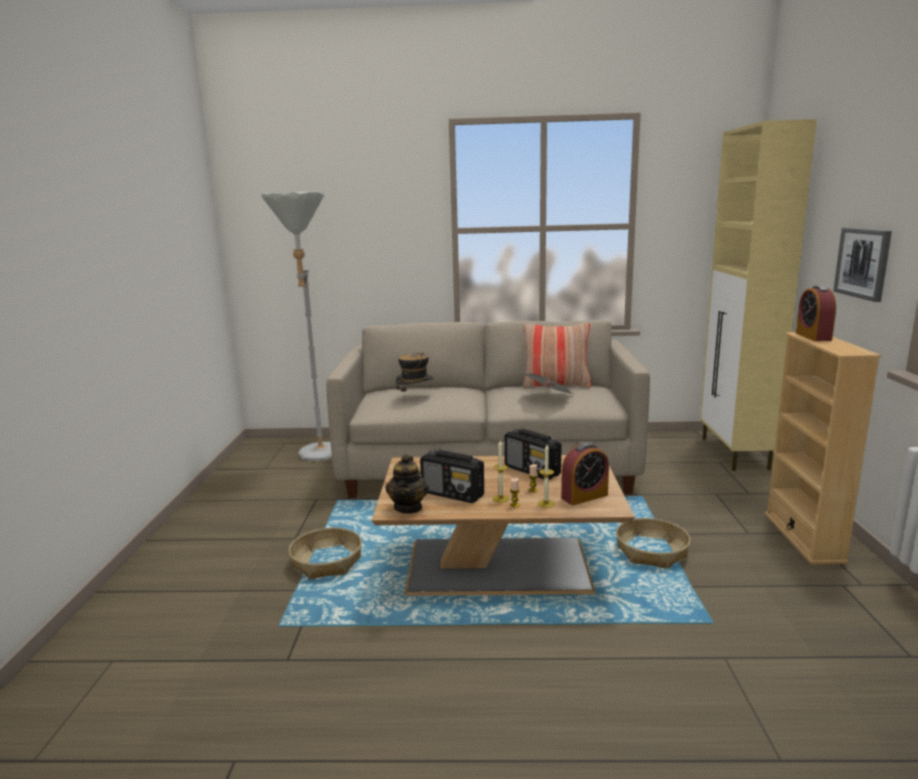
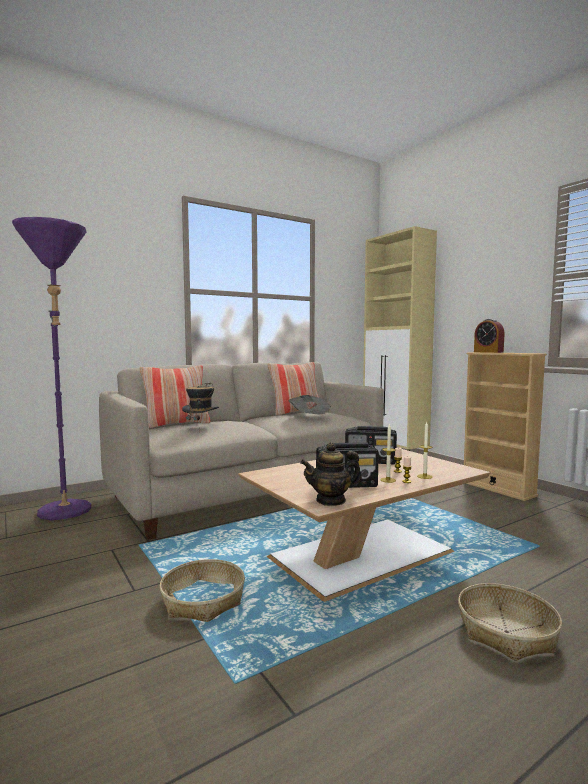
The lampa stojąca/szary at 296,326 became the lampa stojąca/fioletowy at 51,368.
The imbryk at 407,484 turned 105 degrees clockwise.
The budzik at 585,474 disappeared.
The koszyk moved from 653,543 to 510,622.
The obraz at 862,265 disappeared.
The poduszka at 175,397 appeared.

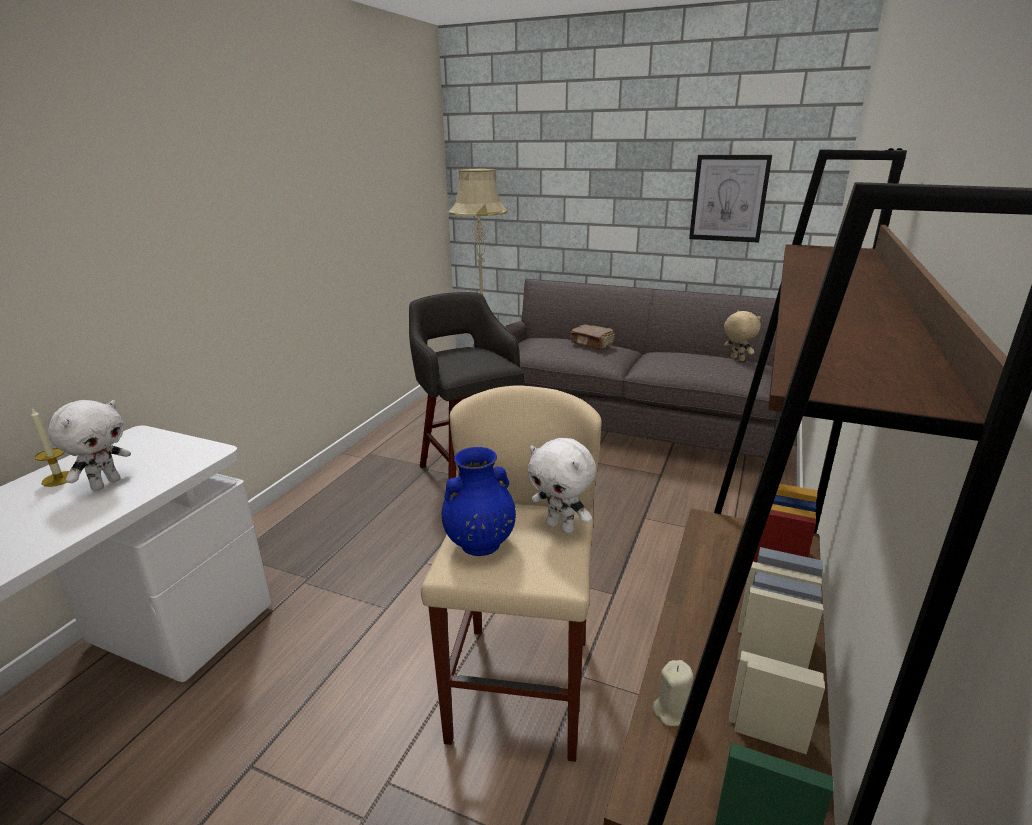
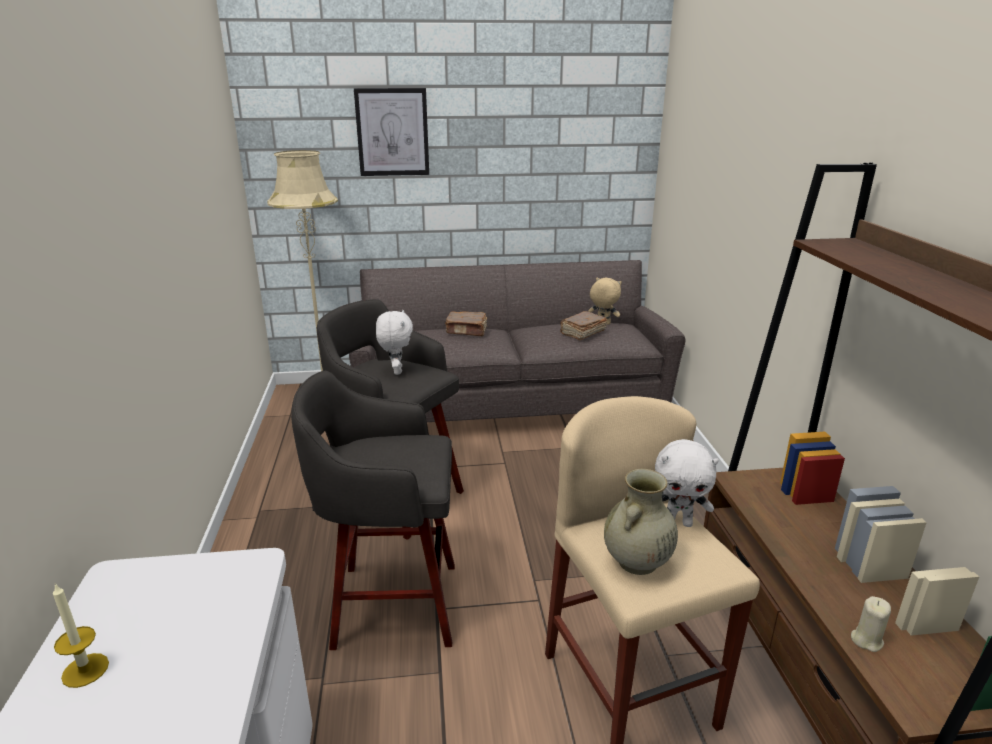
The pluszak/biały moved from 89,445 to 394,342.
The wazon/niebieski at 479,501 became the wazon/beżowy at 641,522.
The obraz moved from 730,199 to 391,132.
The stołek/szary at 373,510 appeared.
The książka/brązowy at 583,326 appeared.

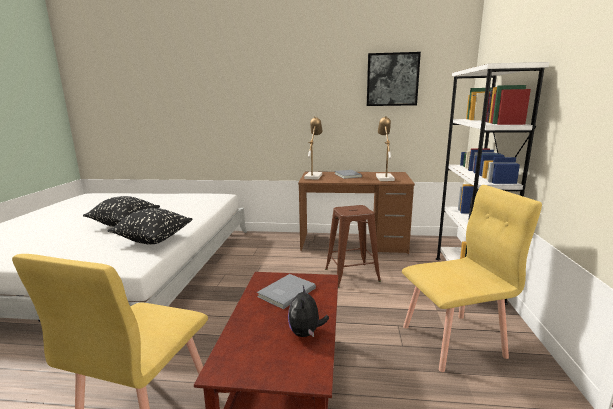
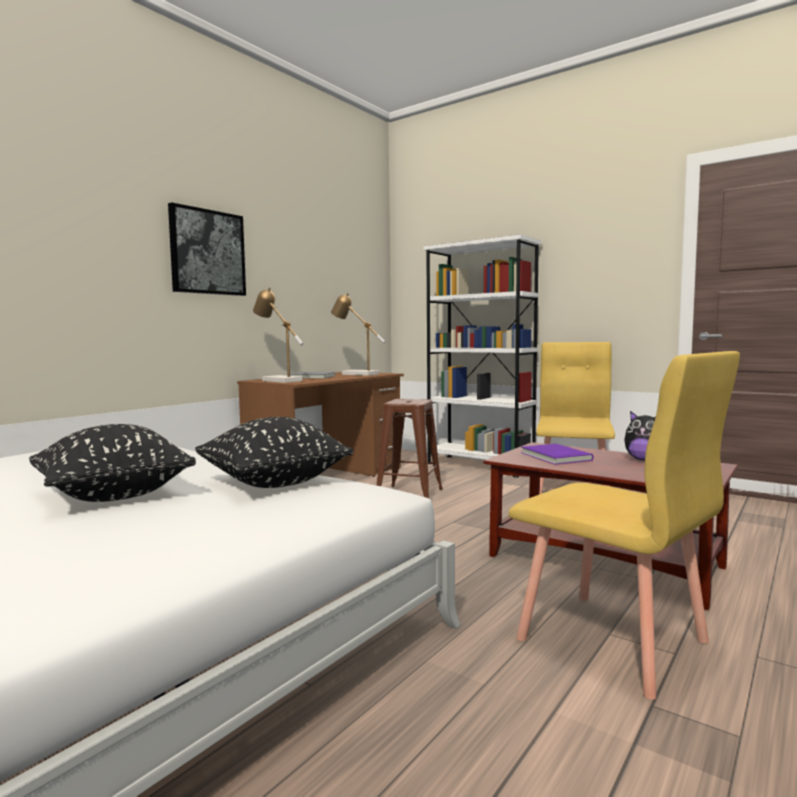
The książka/szary at 286,291 became the książka/fioletowy at 557,454.
The obraz moved from 394,79 to 207,249.

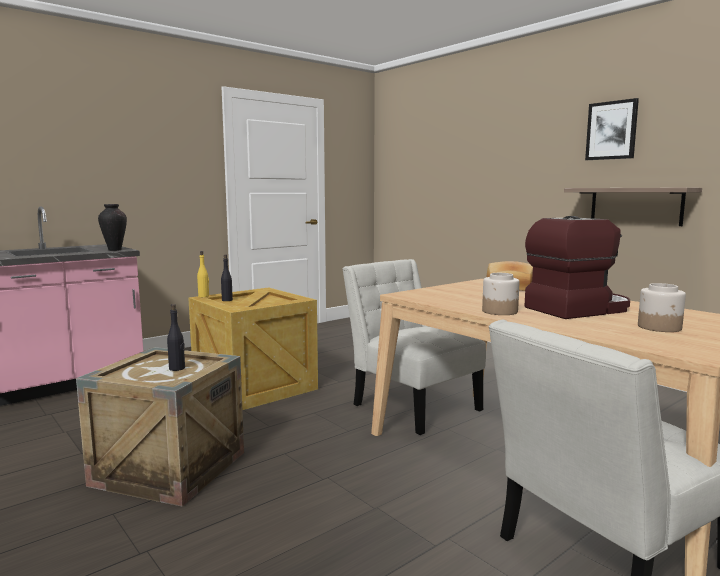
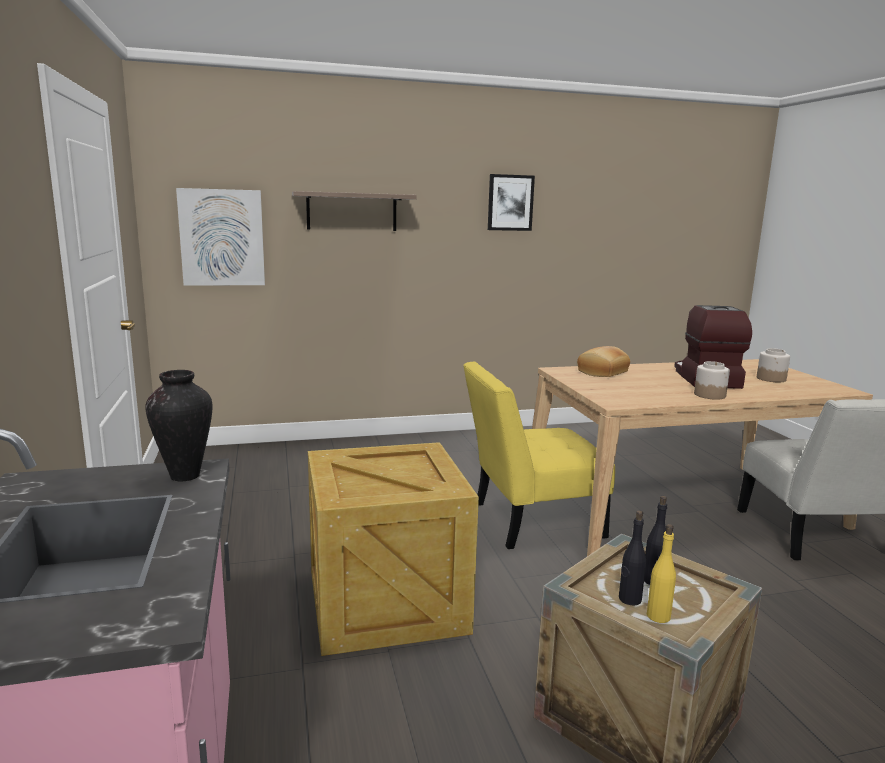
The butelka/żółty moved from 203,274 to 661,573.
The butelka/czarny moved from 227,277 to 632,558.
The krzesło/biały at 414,347 became the krzesło/żółty at 539,455.
The półka moved from 633,206 to 354,211.
The obraz at 220,237 appeared.

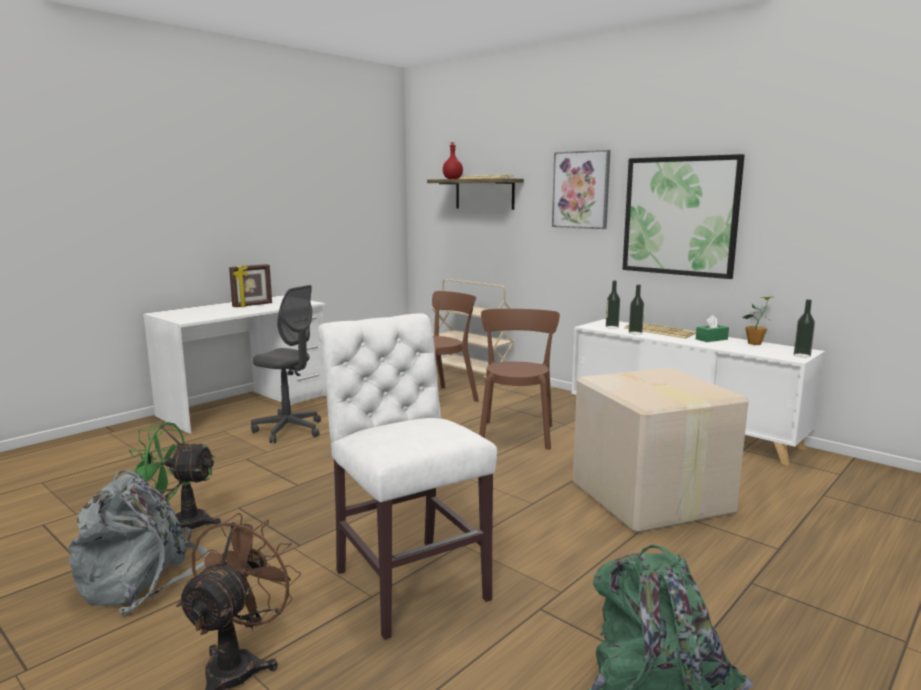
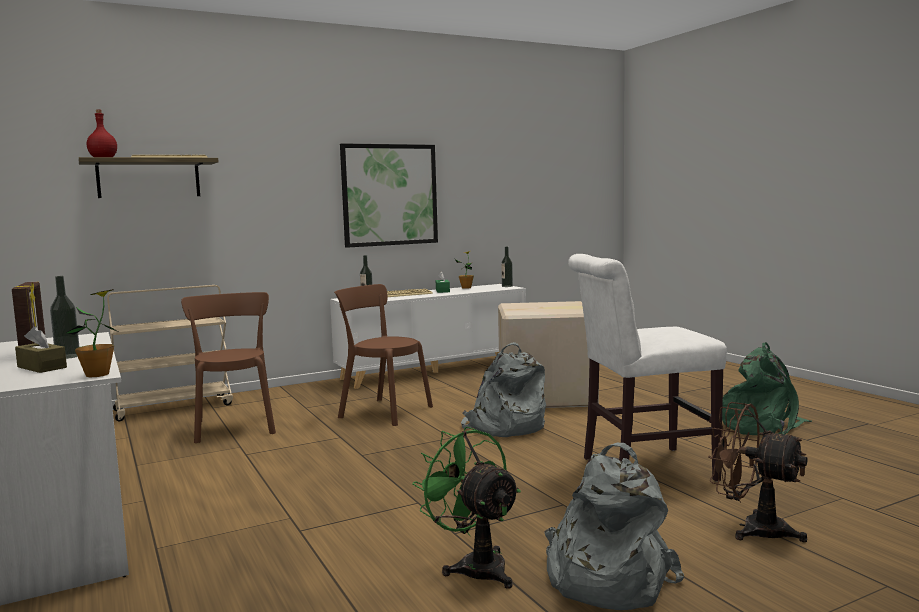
The wentylator/zielony at 175,475 turned 120 degrees clockwise.
The krzesło biurowe/szary at 286,364 disappeared.
The obraz at 581,189 disappeared.
The butelka moved from 636,309 to 64,317.
The pudełko chusteczek/brązowy at 41,349 appeared.
The roślina doniczkowa at 92,333 appeared.
The plecak/szary at 503,389 appeared.

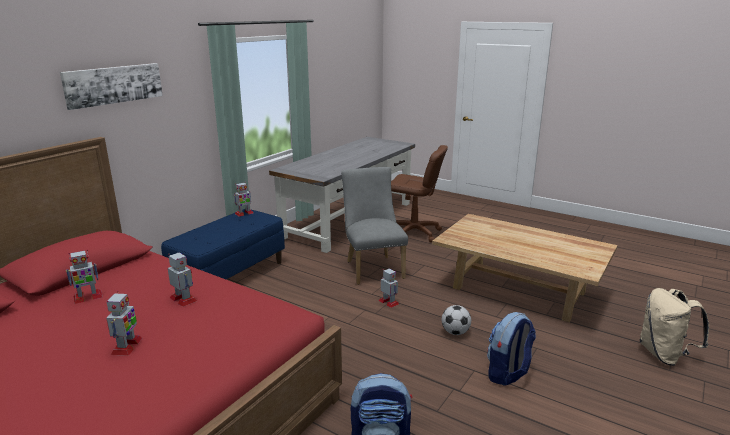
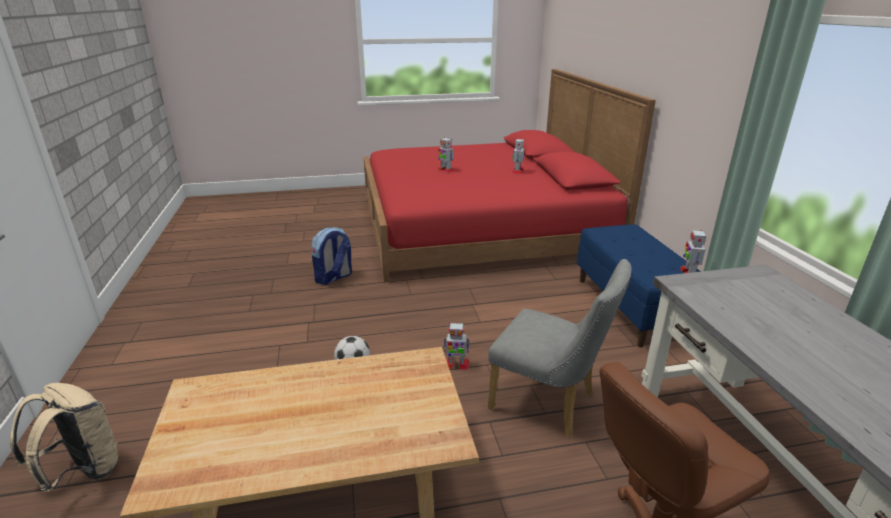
The obraz at 111,86 disappeared.
The robot zabawkowy at 182,280 disappeared.
The plecak at 511,349 disappeared.

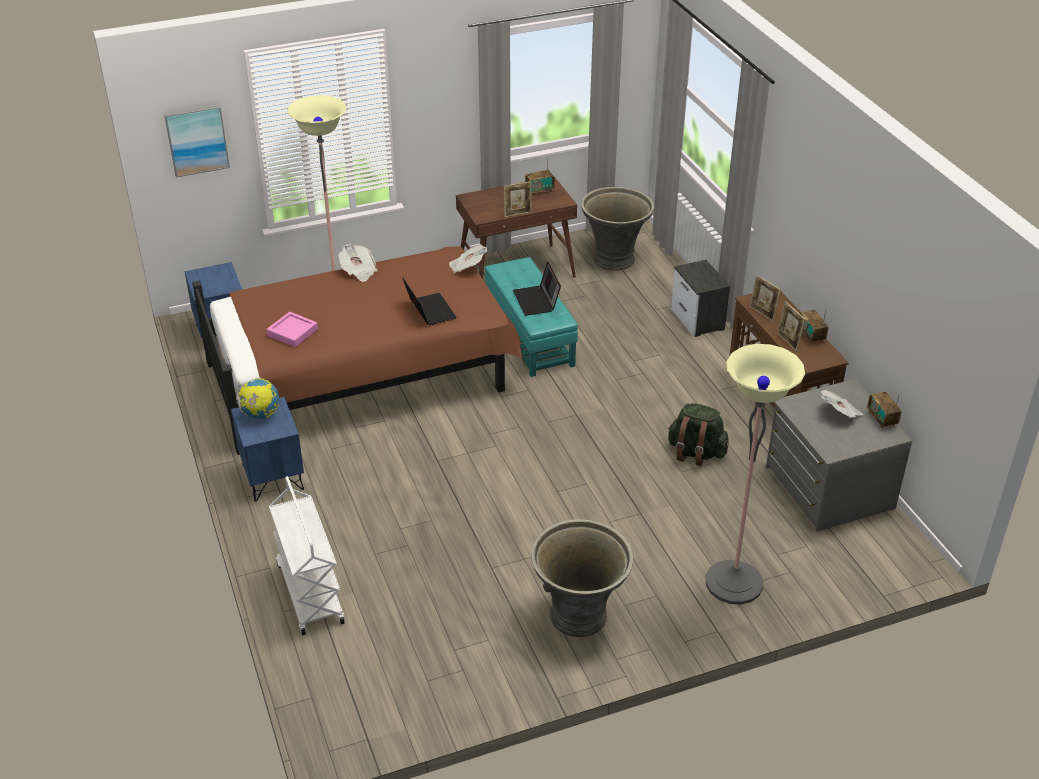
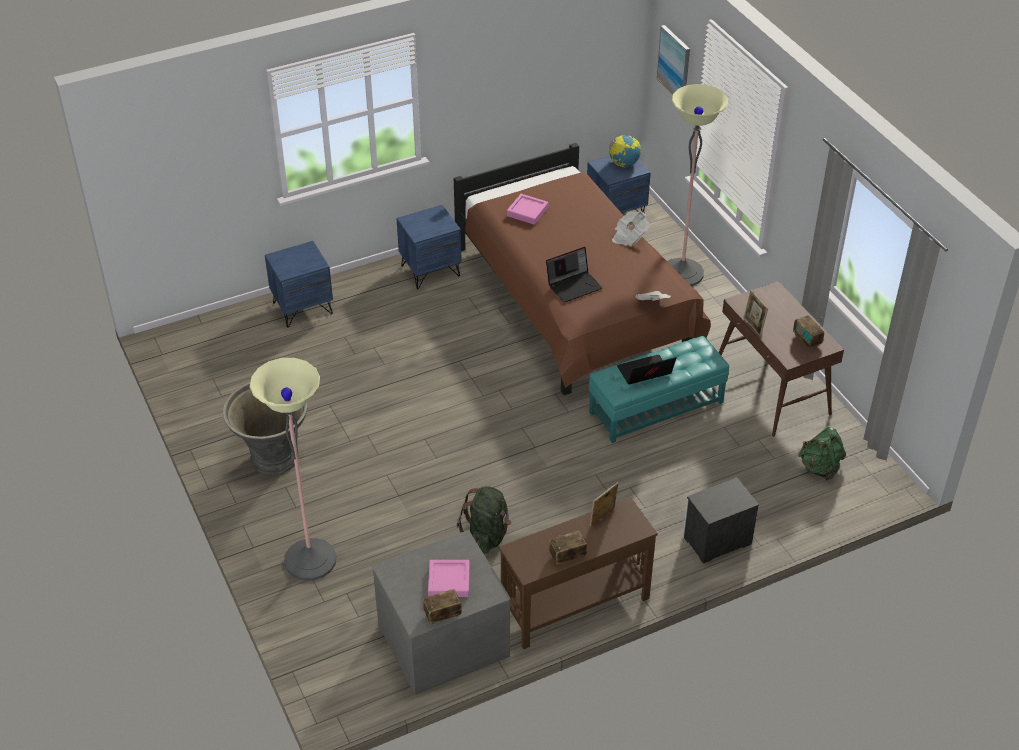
The globus moved from 257,398 to 625,151.
The wózek/biały at 307,555 was replaced by the szafka nocna/niebieski at 299,284.
The donica/szary at 617,228 was replaced by the plecak/zielony at 822,454.
The ramka na zdjęcie at 791,326 disappeared.
The gazeta at 842,404 was replaced by the taca/różowy at 449,578.

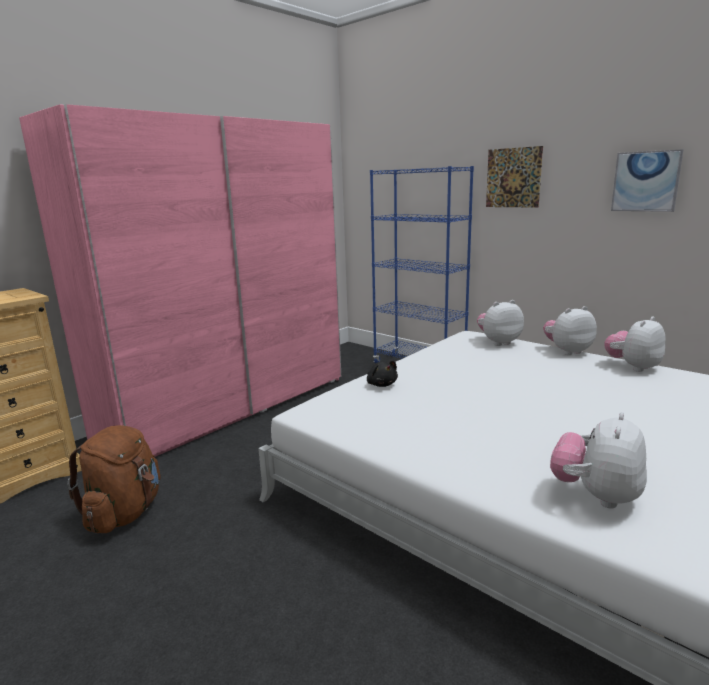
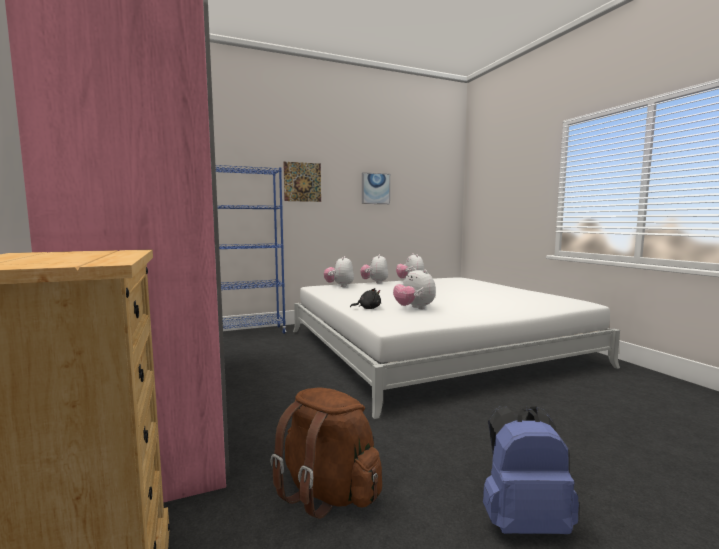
The pluszak moved from 598,460 to 414,288.
The plecak/niebieski at 531,470 appeared.

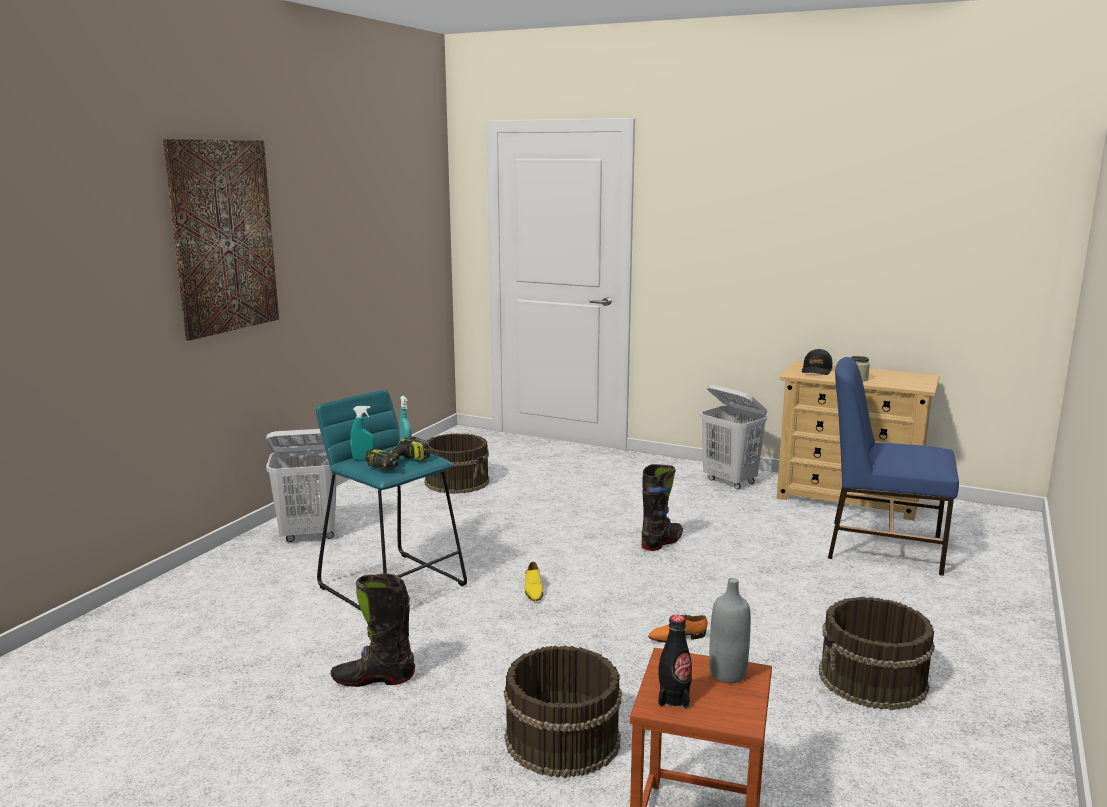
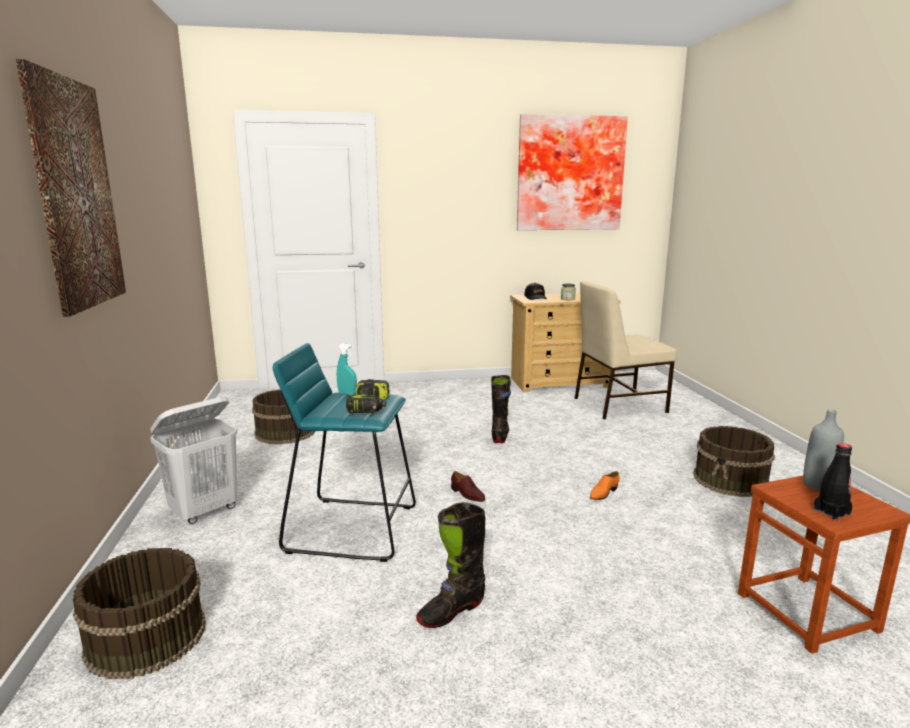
The spryskiwacz/turkusowy at 363,433 disappeared.
The wiadro/brązowy moved from 563,712 to 139,613.
The but/żółty at 534,581 became the but/brązowy at 468,486.
The kosz na pranie/biały at 733,437 disappeared.
The krzesło/niebieski at 893,466 became the krzesło/beżowy at 626,350.
The obraz at 572,172 appeared.

